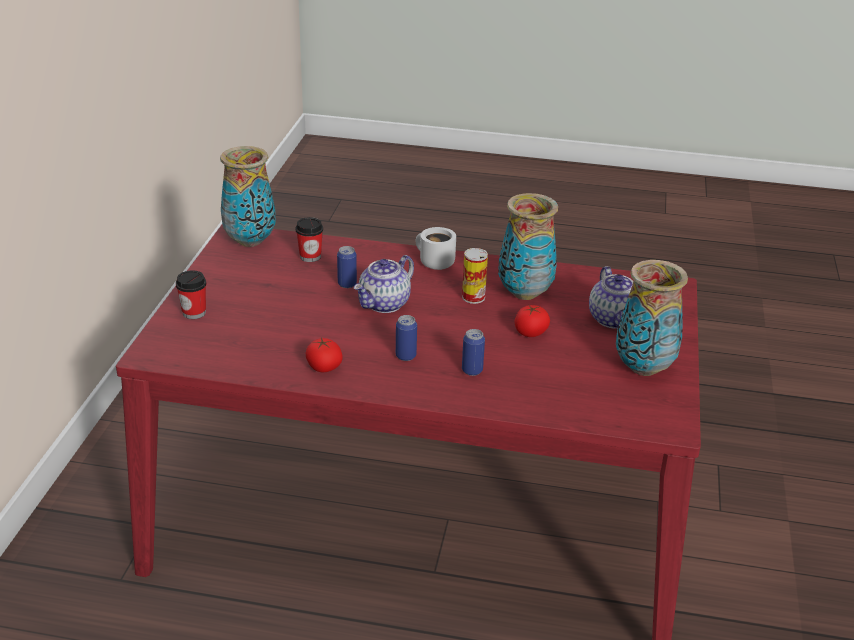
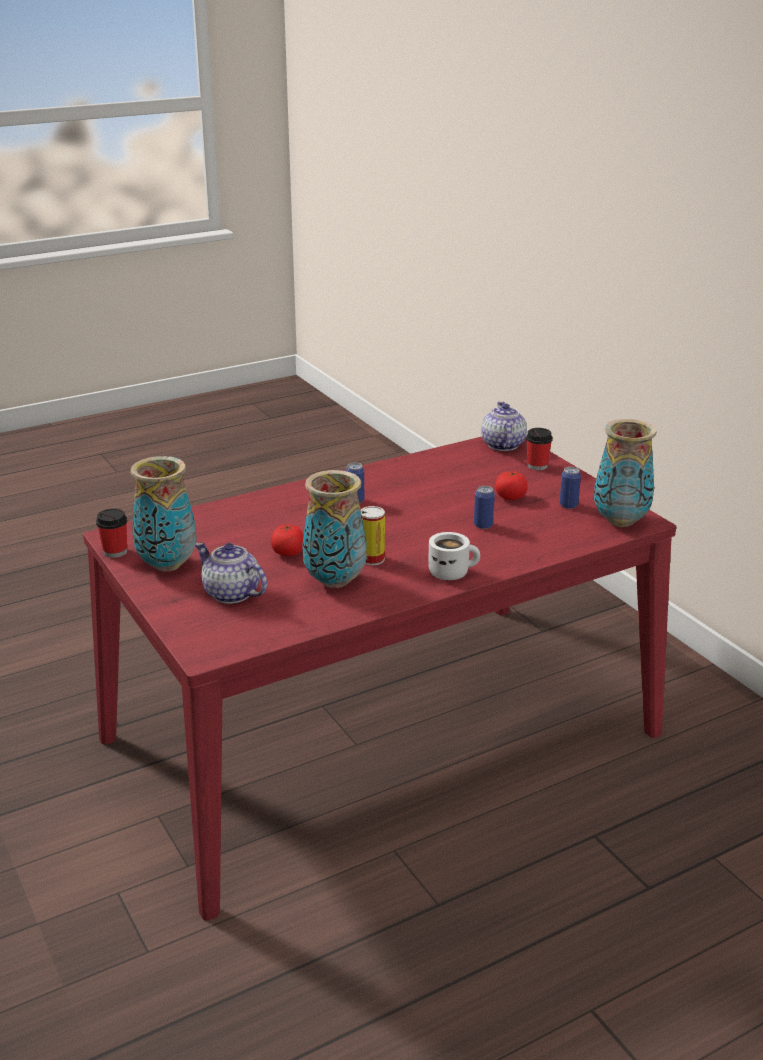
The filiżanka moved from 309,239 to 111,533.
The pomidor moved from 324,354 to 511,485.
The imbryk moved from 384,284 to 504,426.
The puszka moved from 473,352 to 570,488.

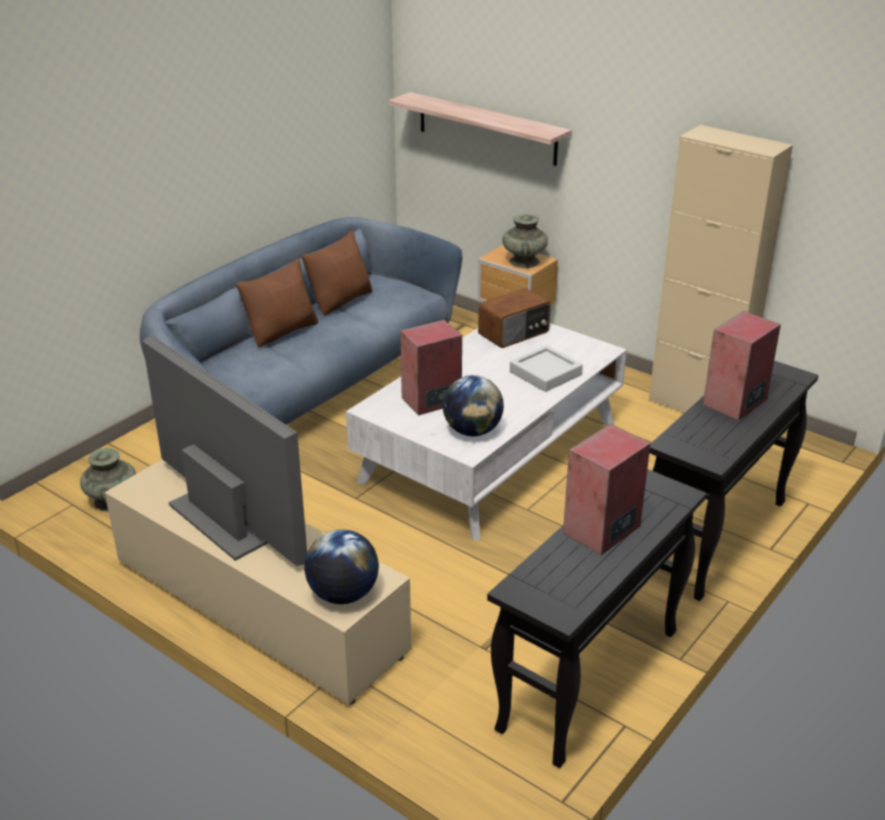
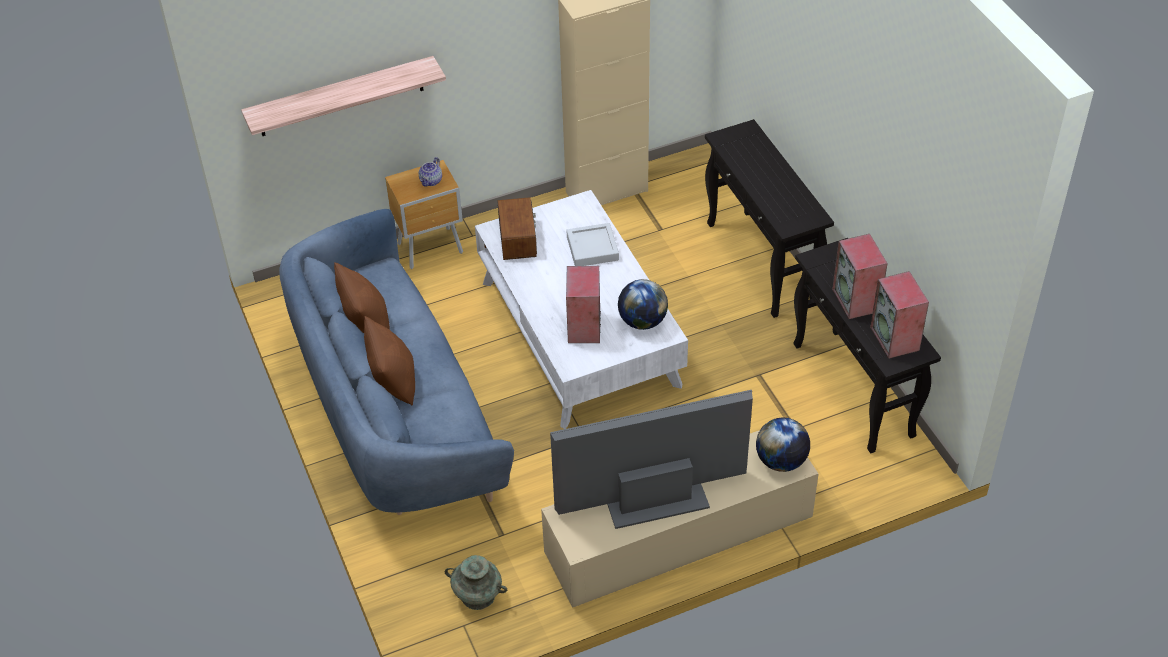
The wazon/turkusowy at 525,241 was replaced by the imbryk at 430,172.
The głośnik moved from 742,365 to 899,315.

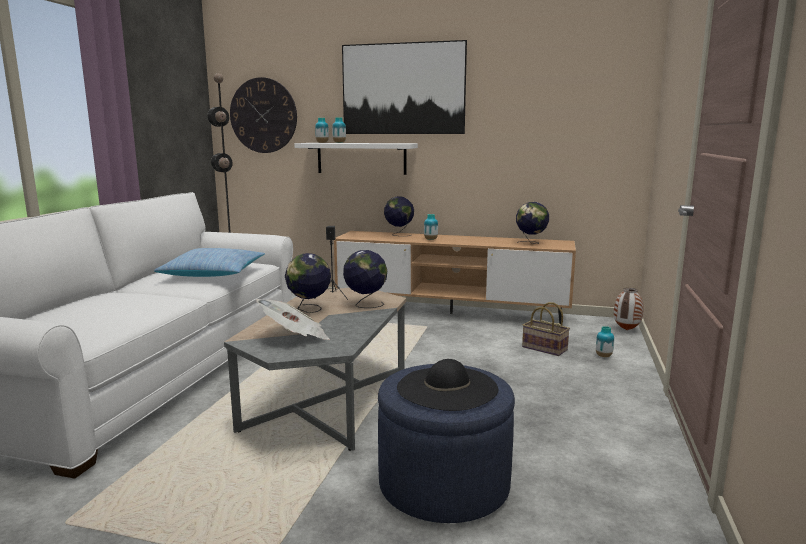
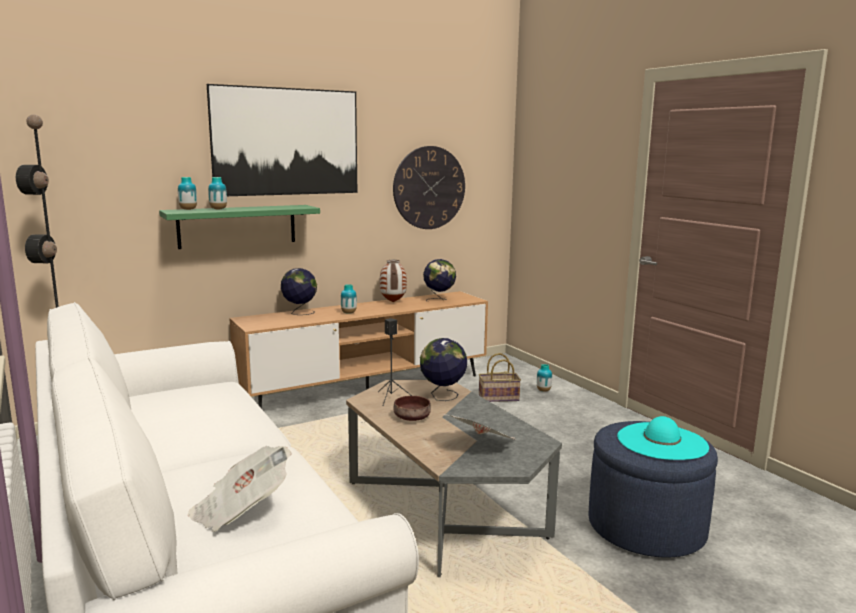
The poduszka at 209,262 disappeared.
The zegar ścienny moved from 263,115 to 429,187.
The globus at 308,283 was replaced by the miska/brązowy at 412,408.
The półka/biały at 356,159 became the półka/zielony at 239,227.
The kapelusz/czarny at 447,385 became the kapelusz/turkusowy at 663,438.
The wazon moved from 629,309 to 393,281.
The gazeta at 240,489 appeared.

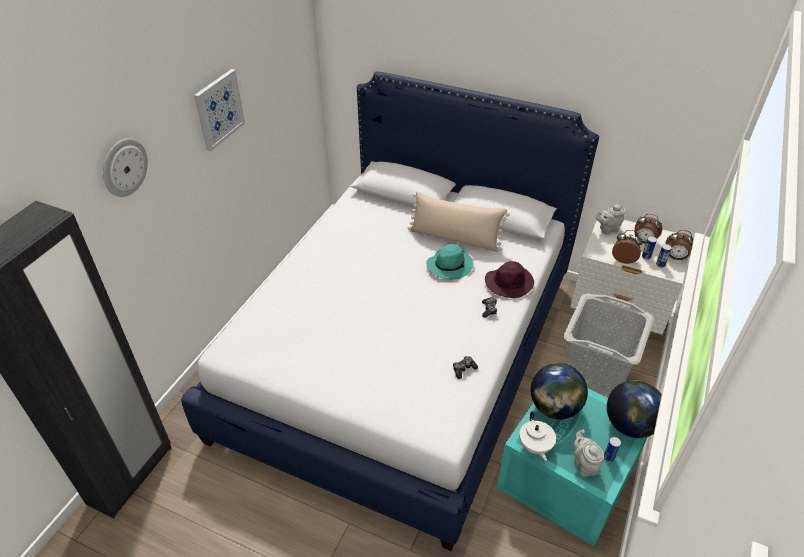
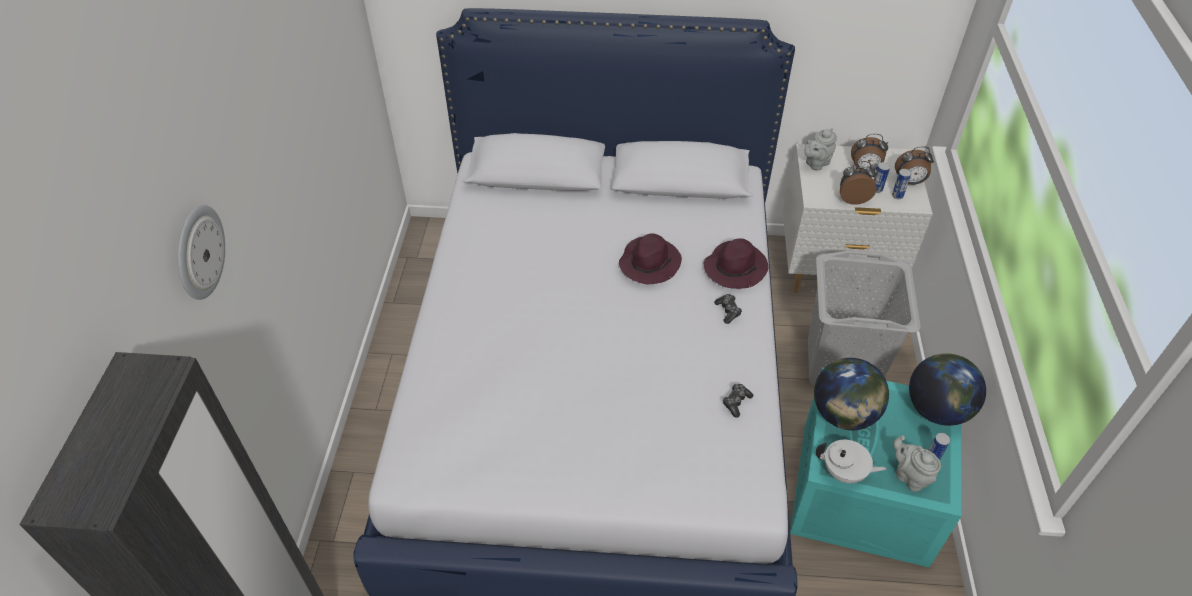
The obraz at 219,110 disappeared.
The poduszka/beżowy at 459,222 disappeared.
The kapelusz/turkusowy at 449,261 became the kapelusz/fioletowy at 650,258.
The imbryk/biały at 537,436 turned 45 degrees counterclockwise.

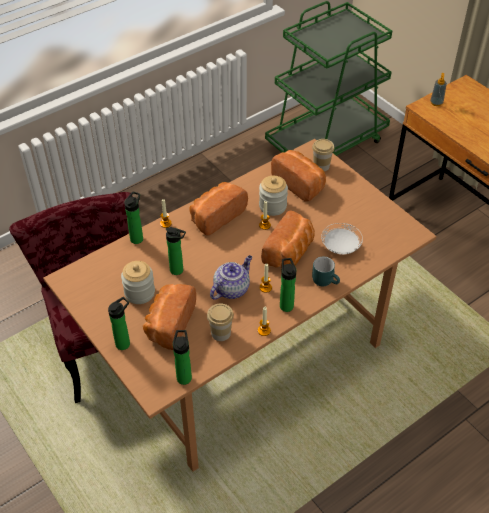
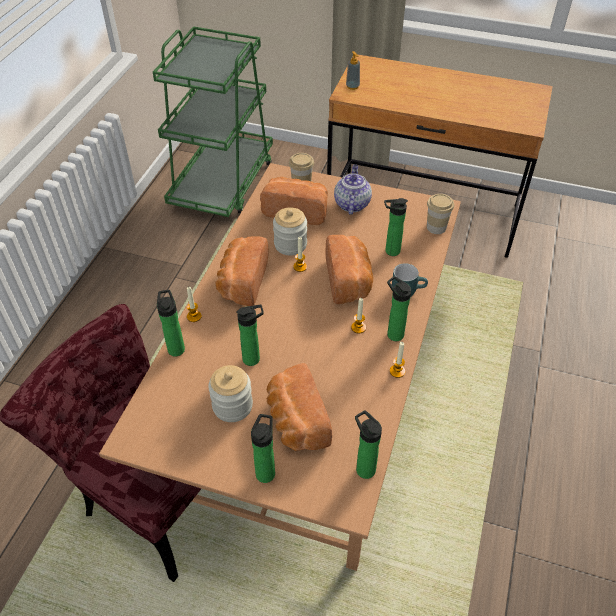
The filiżanka moved from 220,322 to 440,214.
The imbryk moved from 231,277 to 353,190.
The talerz/biały at 342,239 was replaced by the butelka at 396,227.

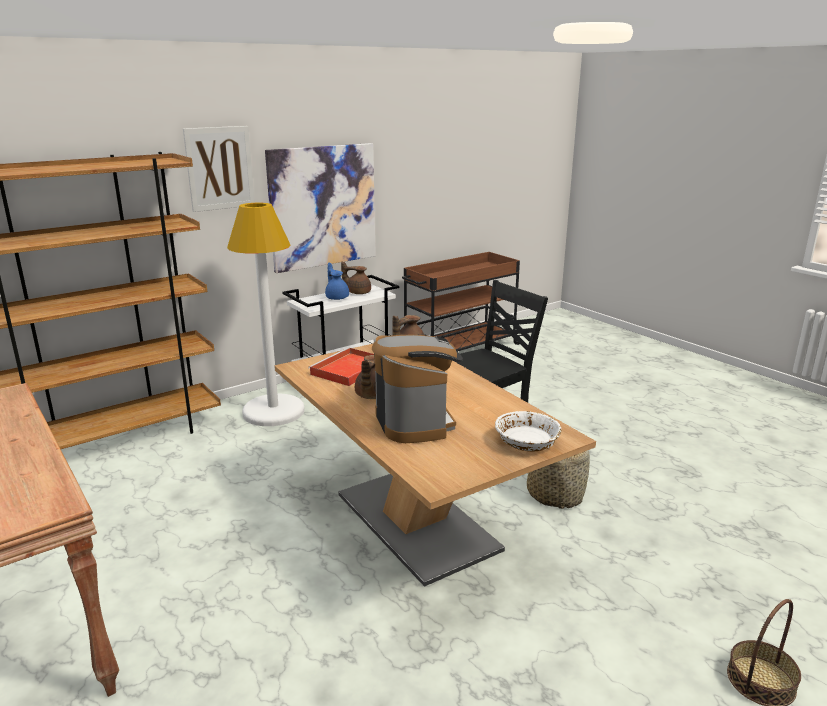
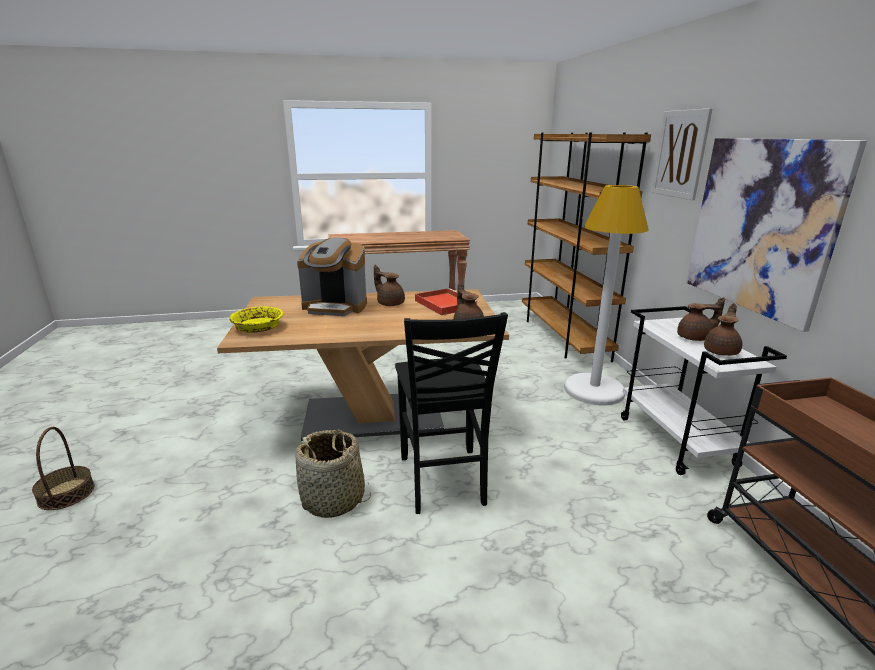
The imbryk/niebieski at 337,281 became the imbryk/brązowy at 701,319.
The miska/biały at 528,431 became the miska/żółty at 256,319.

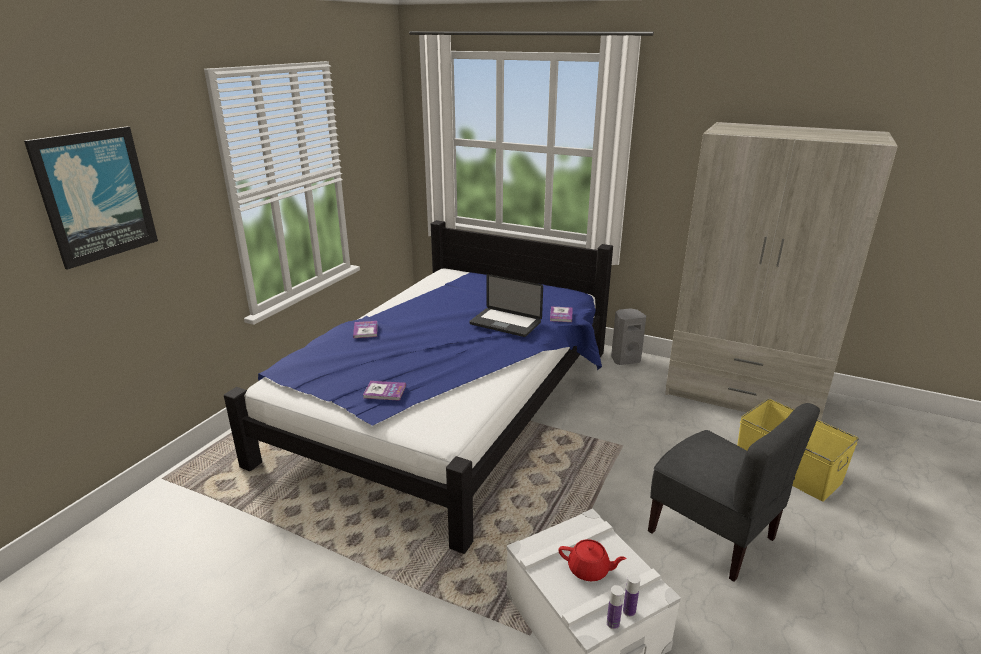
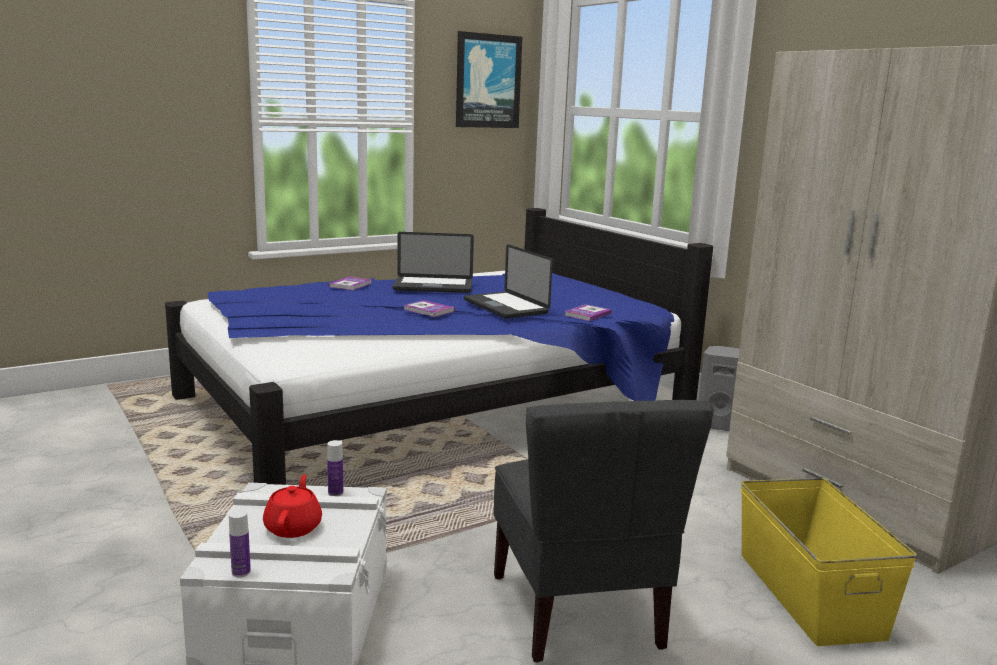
The obraz moved from 91,198 to 489,79.
The książka moved from 384,391 to 429,308.
The imbryk/czerwony at 592,560 turned 135 degrees counterclockwise.
The butelka moved from 631,595 to 335,468.
The laptop at 433,262 appeared.

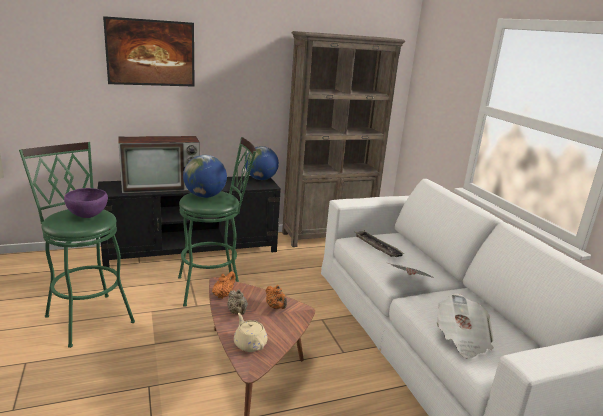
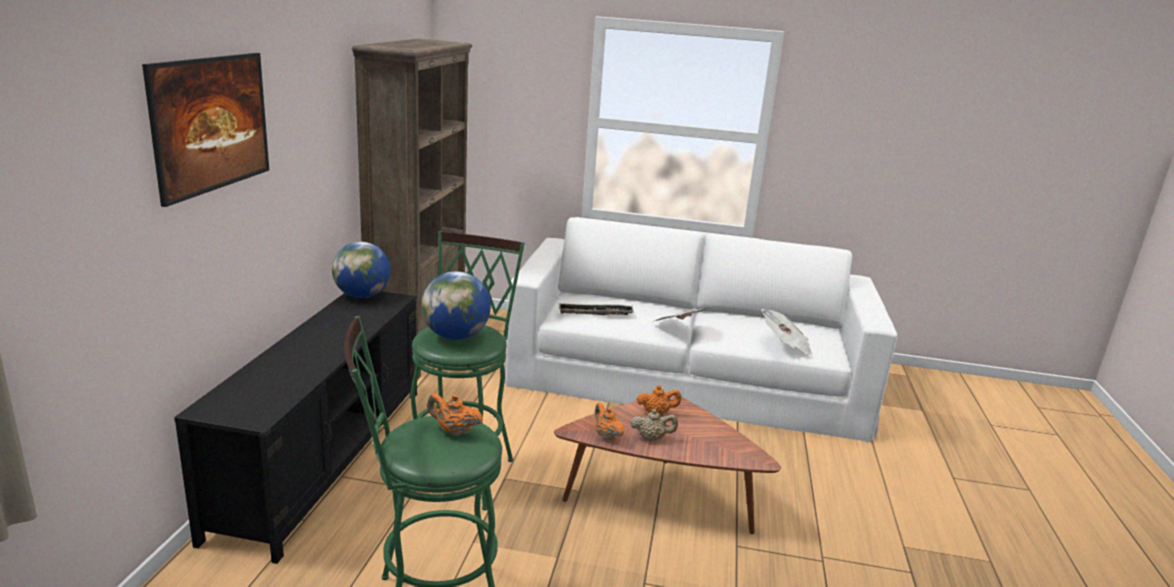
The miska/fioletowy at 86,203 was replaced by the imbryk/pomarańczowy at 455,414.
The telewizor at 159,164 disappeared.
The imbryk/beżowy at 250,332 disappeared.

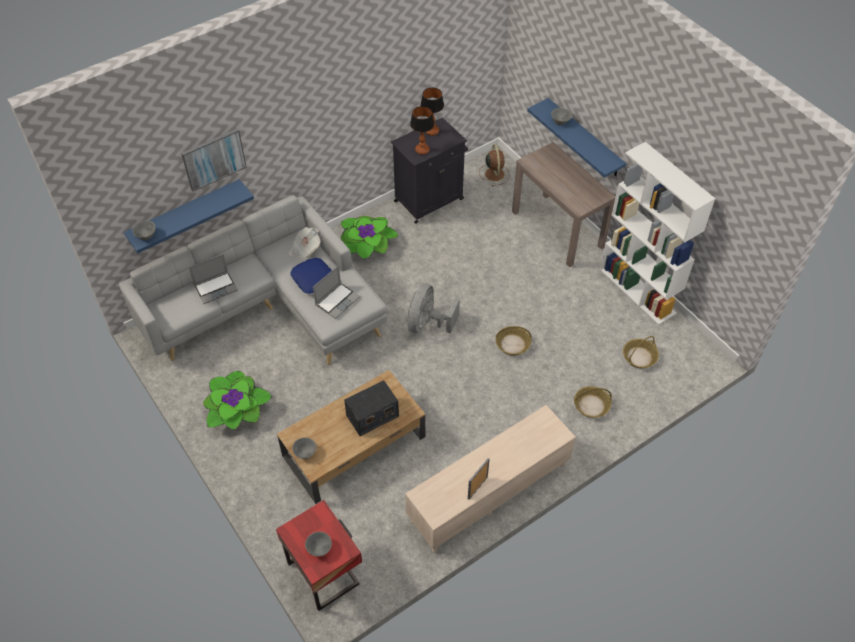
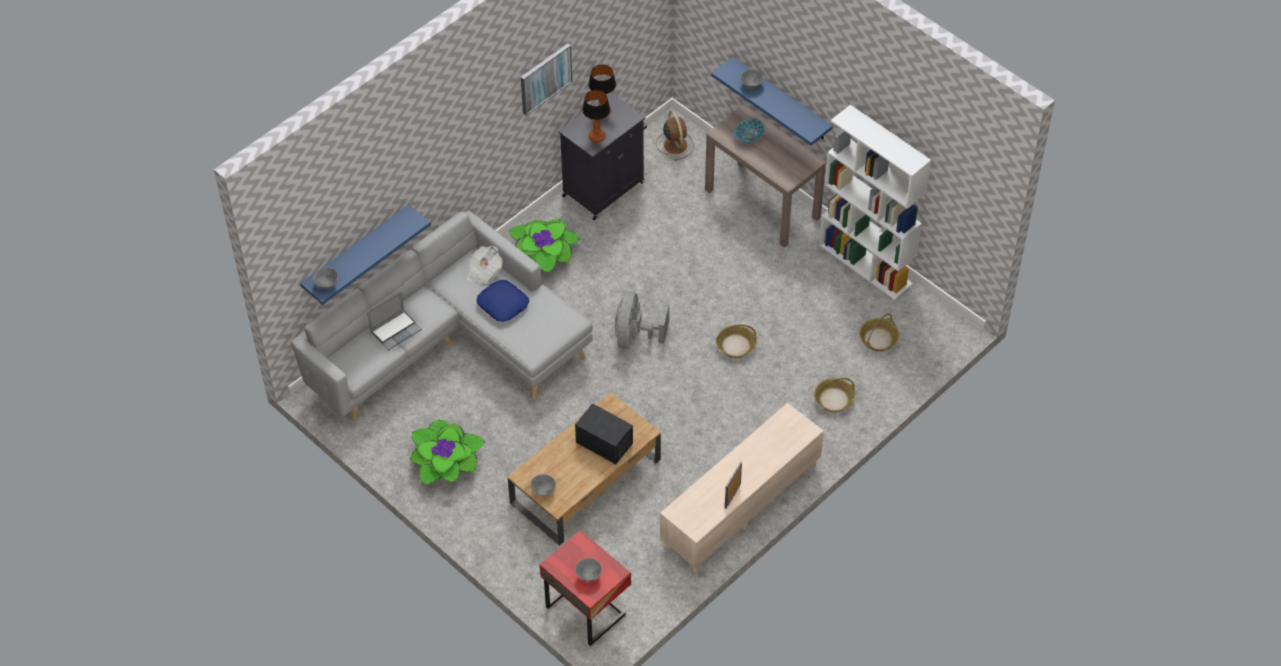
The obraz moved from 213,160 to 546,79.
The laptop at 336,292 disappeared.
The radio at 371,408 turned 105 degrees counterclockwise.
The miska at 749,130 appeared.

